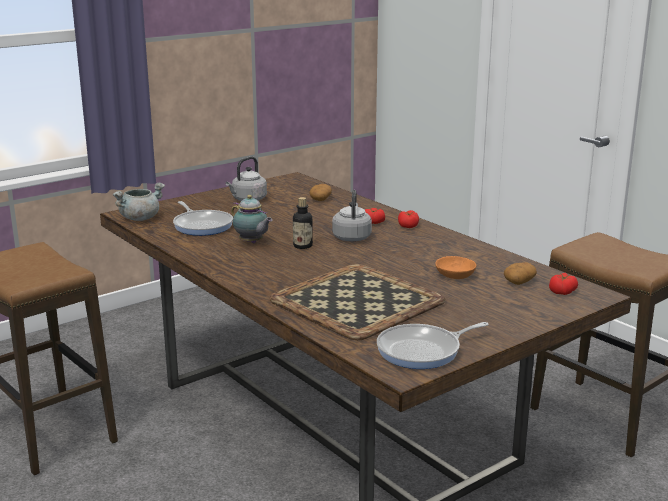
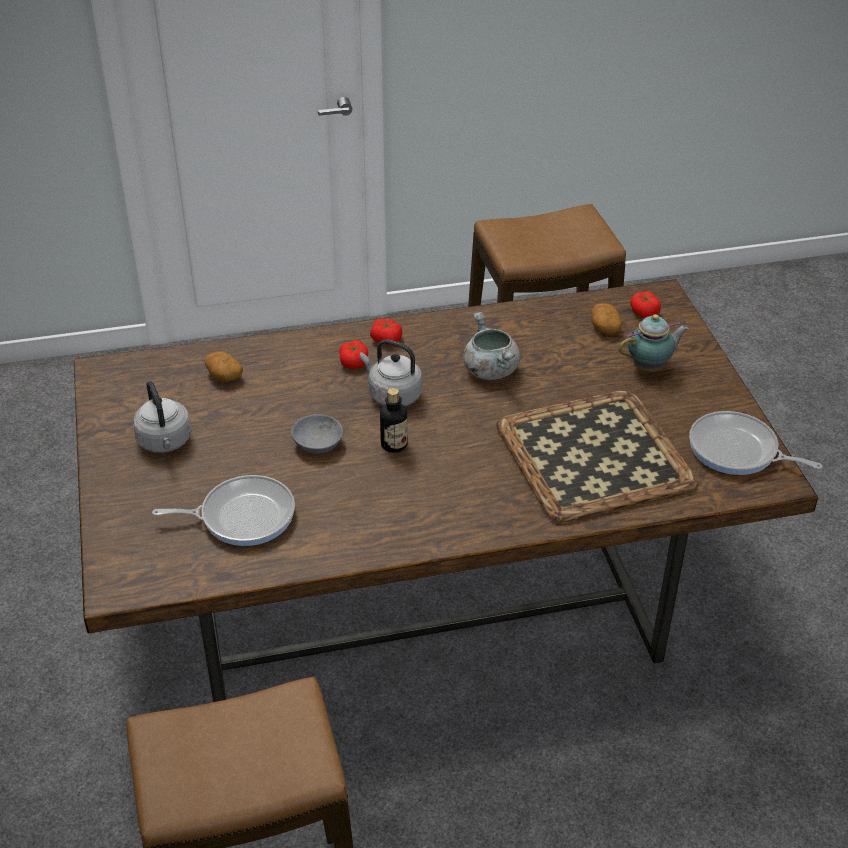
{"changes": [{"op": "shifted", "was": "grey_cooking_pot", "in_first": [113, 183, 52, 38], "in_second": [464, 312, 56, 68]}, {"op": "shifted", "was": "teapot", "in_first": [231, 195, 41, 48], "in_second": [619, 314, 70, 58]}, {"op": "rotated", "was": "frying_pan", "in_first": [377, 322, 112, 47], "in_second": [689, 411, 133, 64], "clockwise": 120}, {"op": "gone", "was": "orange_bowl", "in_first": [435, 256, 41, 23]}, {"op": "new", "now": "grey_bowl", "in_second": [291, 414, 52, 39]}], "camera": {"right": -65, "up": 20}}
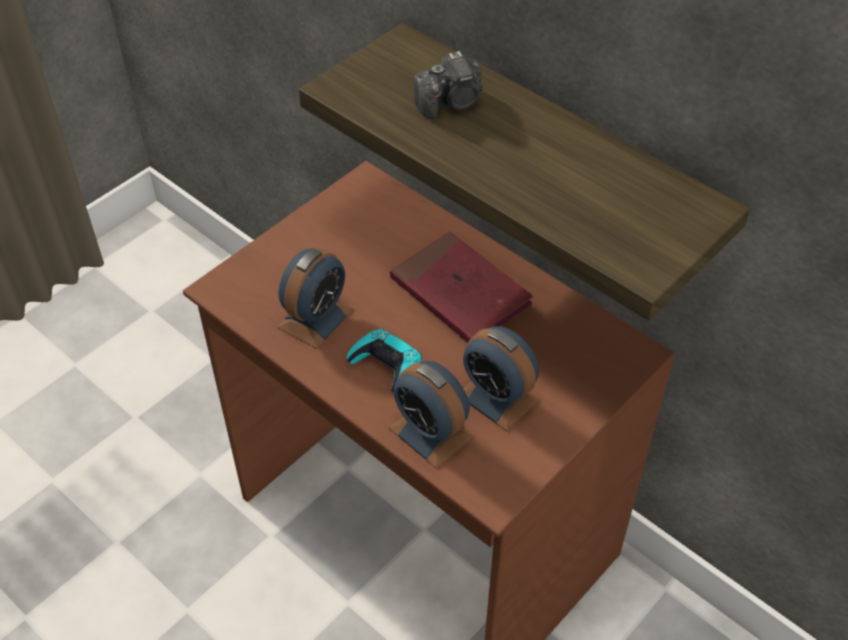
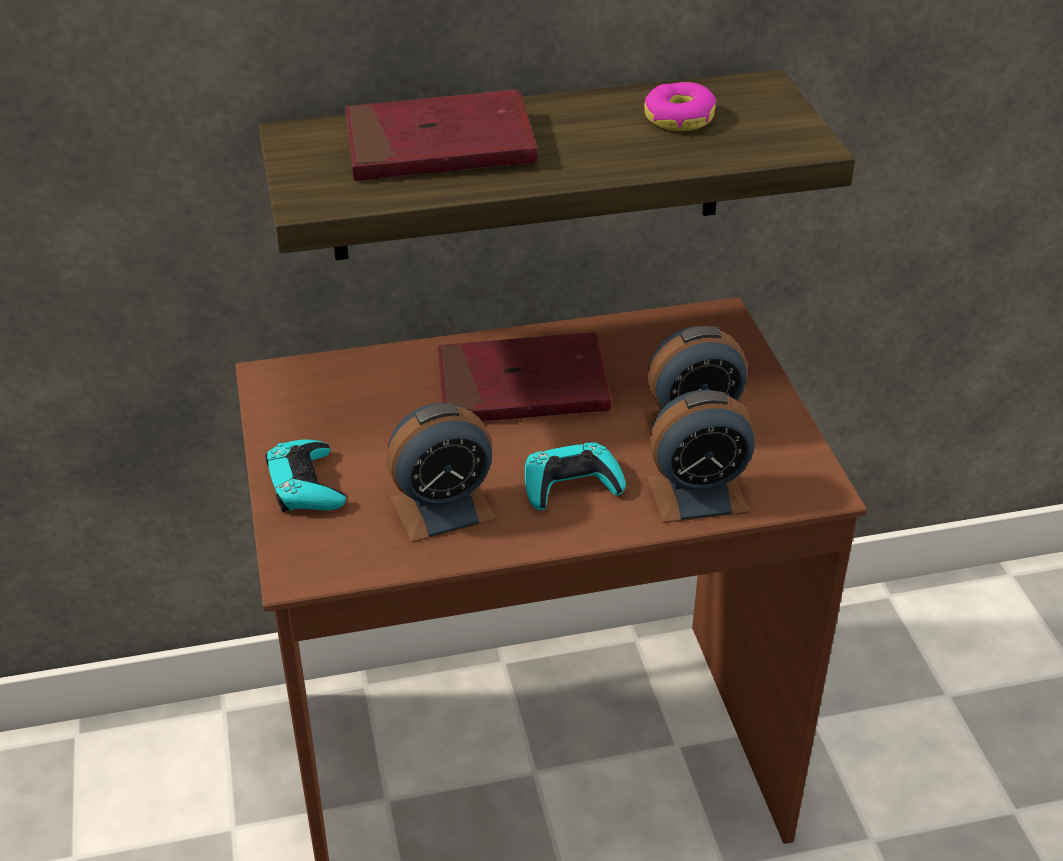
{"changes": [{"op": "rotated", "was": "alarm_clock", "in_first": [277, 248, 77, 101], "in_second": [386, 403, 110, 140], "clockwise": 90}, {"op": "swapped", "was": "photo_camera", "now": "red_book", "in_first": [413, 51, 70, 68], "in_second": [345, 89, 193, 92]}, {"op": "new", "now": "turquoise_game_controller", "in_second": [265, 439, 81, 73]}, {"op": "new", "now": "donut", "in_second": [644, 82, 72, 49]}], "camera": {"right": -55, "up": -10}}
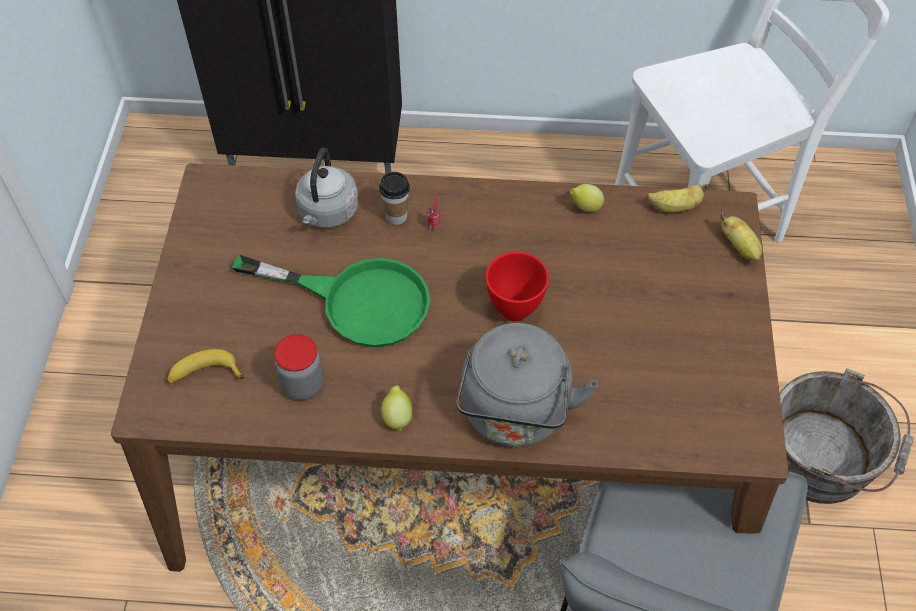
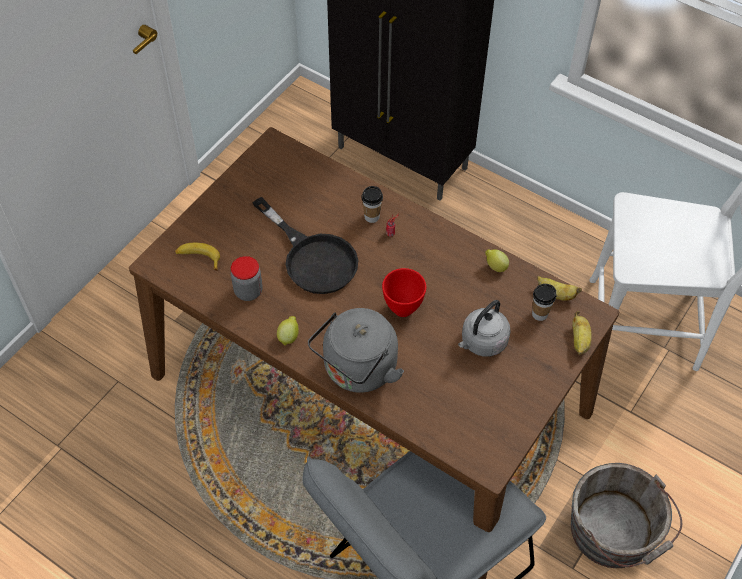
{"changes": [{"op": "repainted", "was": "green_frying_pan", "now": "black_frying_pan", "in_first": [232, 255, 198, 92], "in_second": [253, 197, 105, 97]}, {"op": "shifted", "was": "grey_kettle", "in_first": [295, 148, 64, 80], "in_second": [458, 300, 53, 57]}, {"op": "new", "now": "cup", "in_second": [532, 284, 24, 37]}], "camera": {"right": 30, "up": 0}}
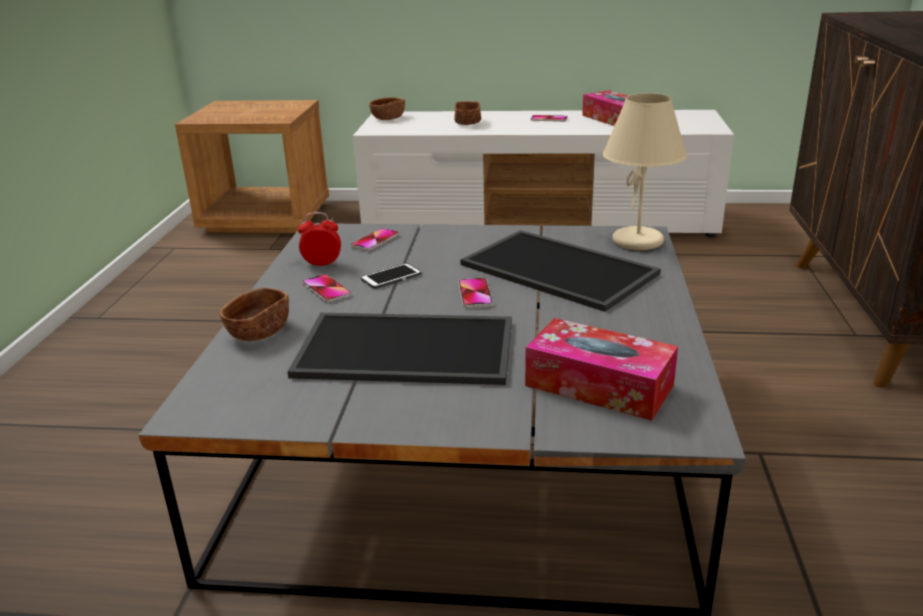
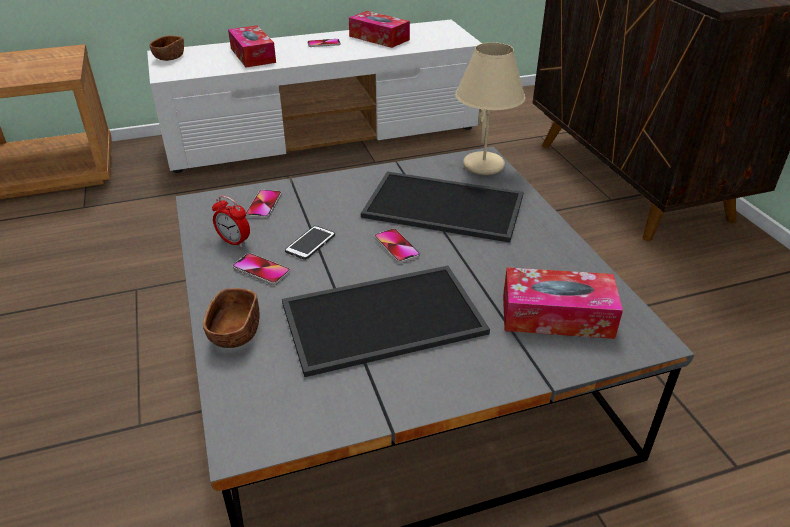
{"changes": [{"op": "rotated", "was": "alarm_clock", "in_first": [298, 212, 43, 55], "in_second": [212, 196, 38, 52], "clockwise": -120}, {"op": "swapped", "was": "brown_bowl", "now": "tissue_box", "in_first": [454, 101, 27, 24], "in_second": [228, 25, 48, 43]}], "camera": {"right": -25, "up": 10}}
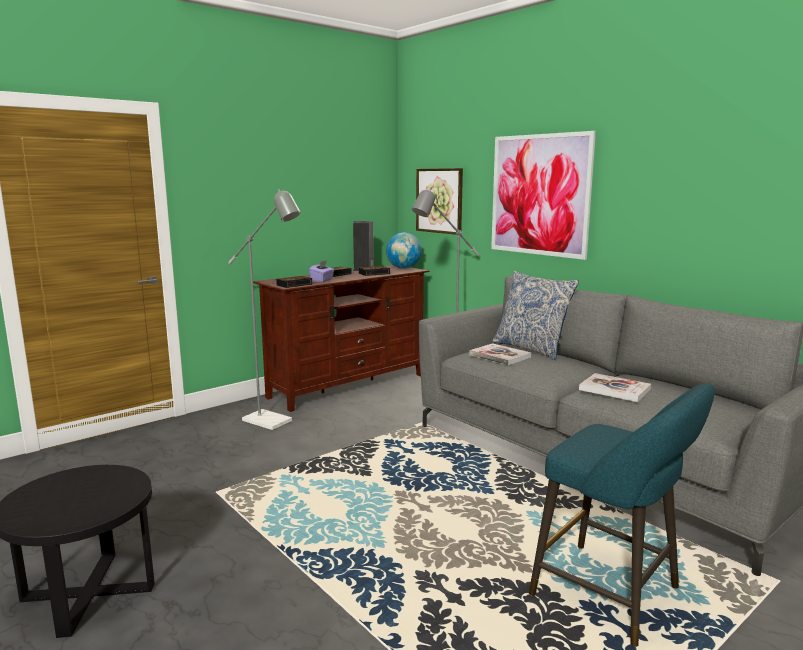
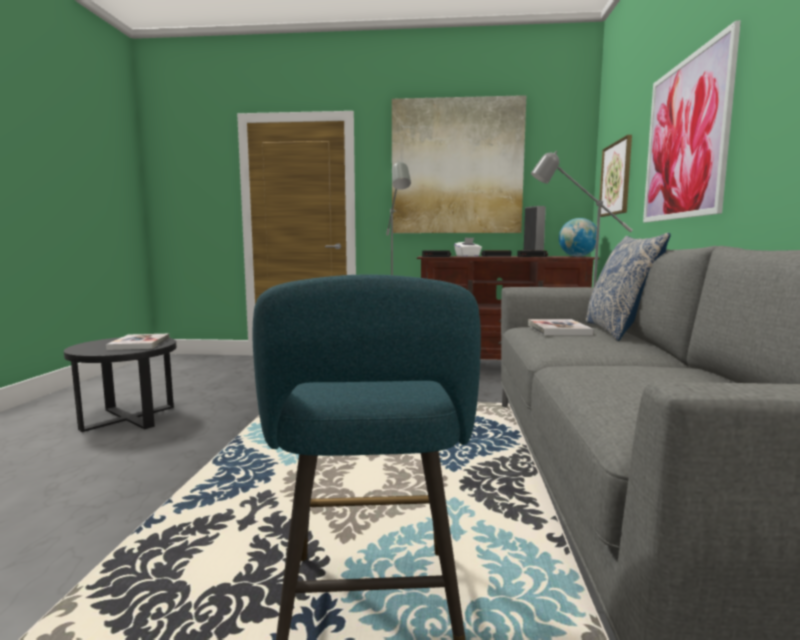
{"changes": [{"op": "repainted", "was": "purple_tissue_box", "now": "white_tissue_box", "in_first": [309, 260, 26, 22], "in_second": [454, 237, 28, 20]}, {"op": "shifted", "was": "book", "in_first": [579, 373, 72, 29], "in_second": [106, 334, 64, 16]}, {"op": "new", "now": "picture", "in_second": [392, 95, 134, 138]}], "camera": {"right": 45, "up": -5}}
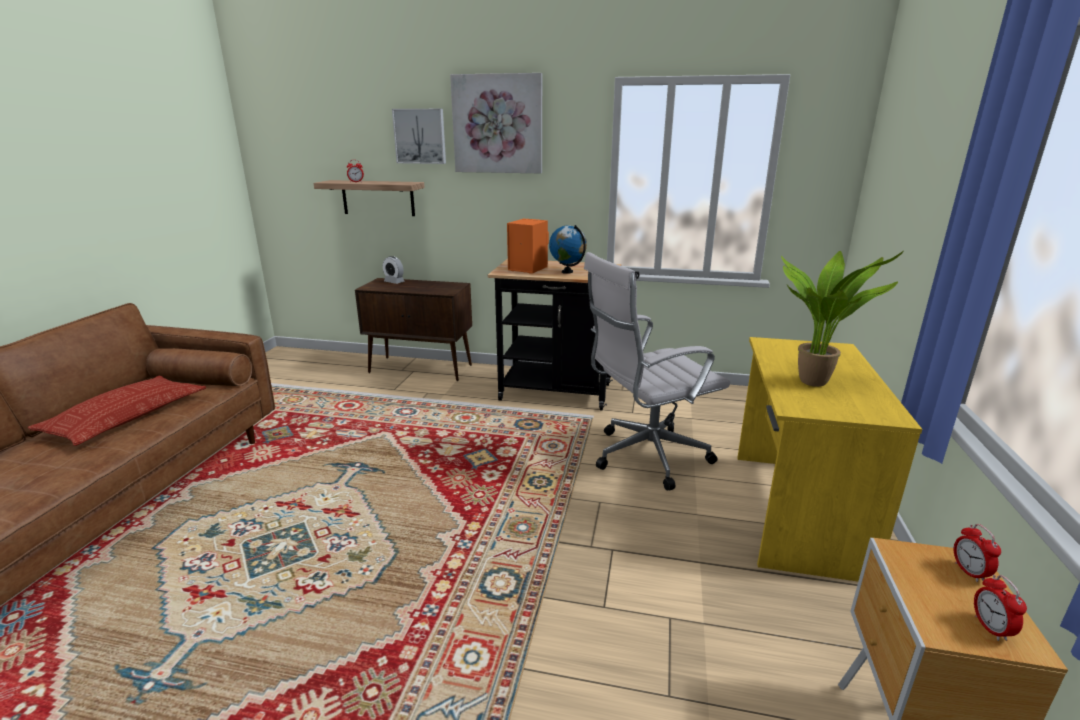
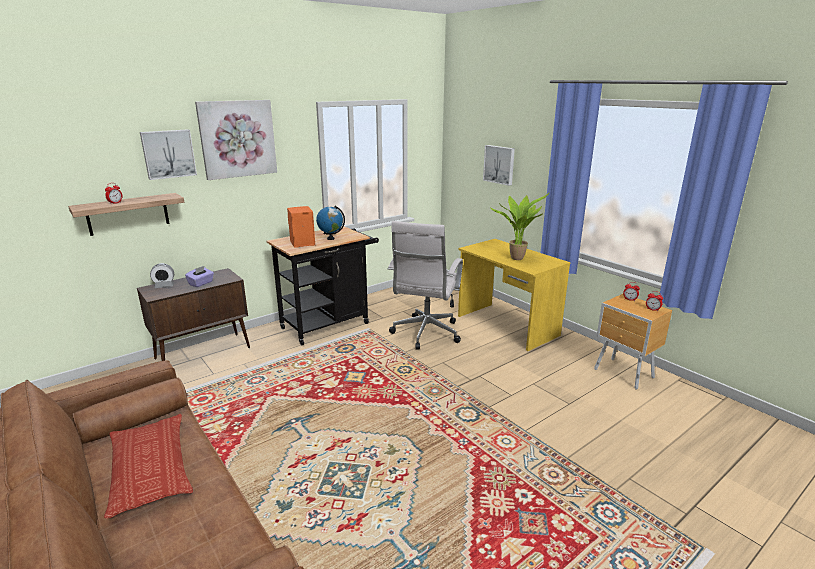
{"changes": [{"op": "new", "now": "purple_tissue_box", "in_second": [185, 266, 29, 21]}, {"op": "new", "now": "picture", "in_second": [483, 145, 32, 41]}], "camera": {"right": -50, "up": 0}}
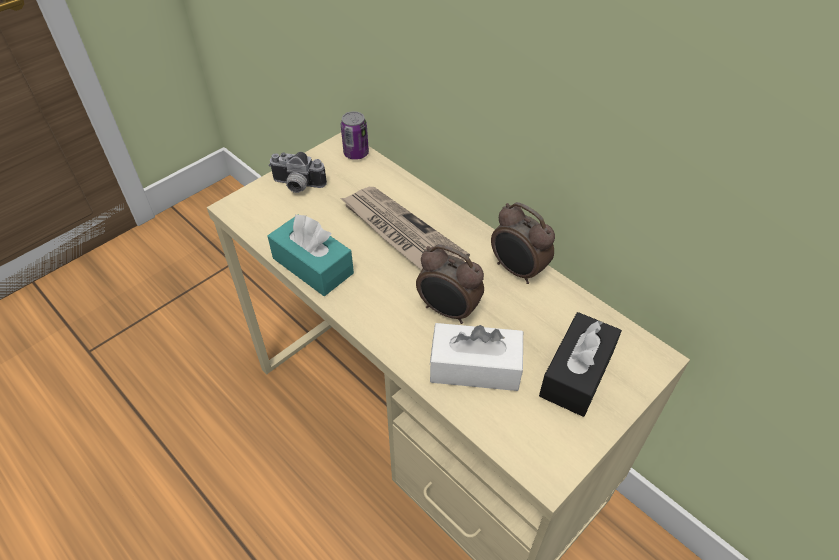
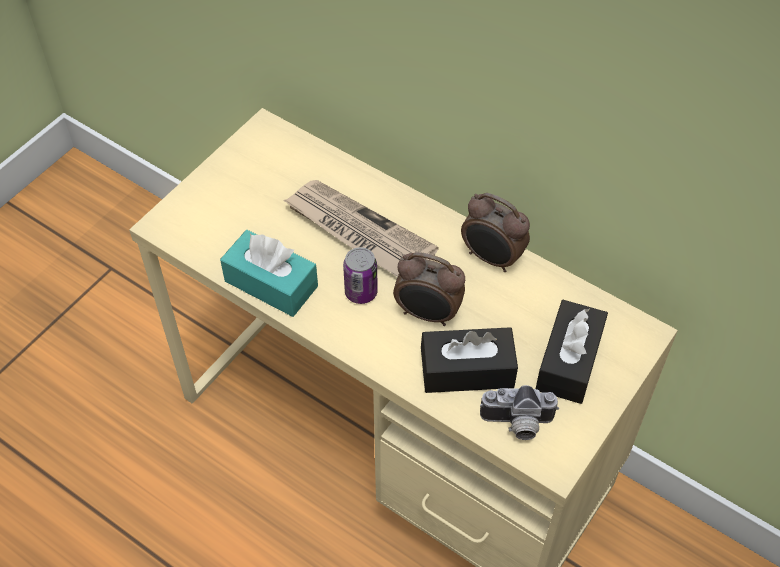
{"changes": [{"op": "shifted", "was": "photo_camera", "in_first": [269, 152, 58, 41], "in_second": [480, 385, 79, 55]}, {"op": "shifted", "was": "can", "in_first": [341, 111, 28, 49], "in_second": [343, 247, 35, 57]}, {"op": "repainted", "was": "white_tissue_box", "now": "black_tissue_box", "in_first": [429, 323, 94, 68], "in_second": [421, 327, 97, 66]}], "camera": {"right": -10, "up": 5}}
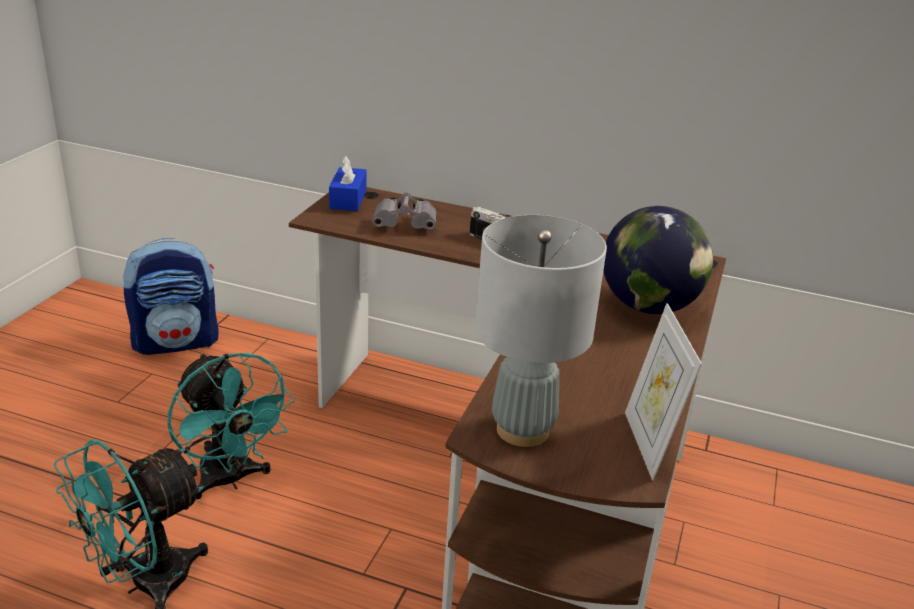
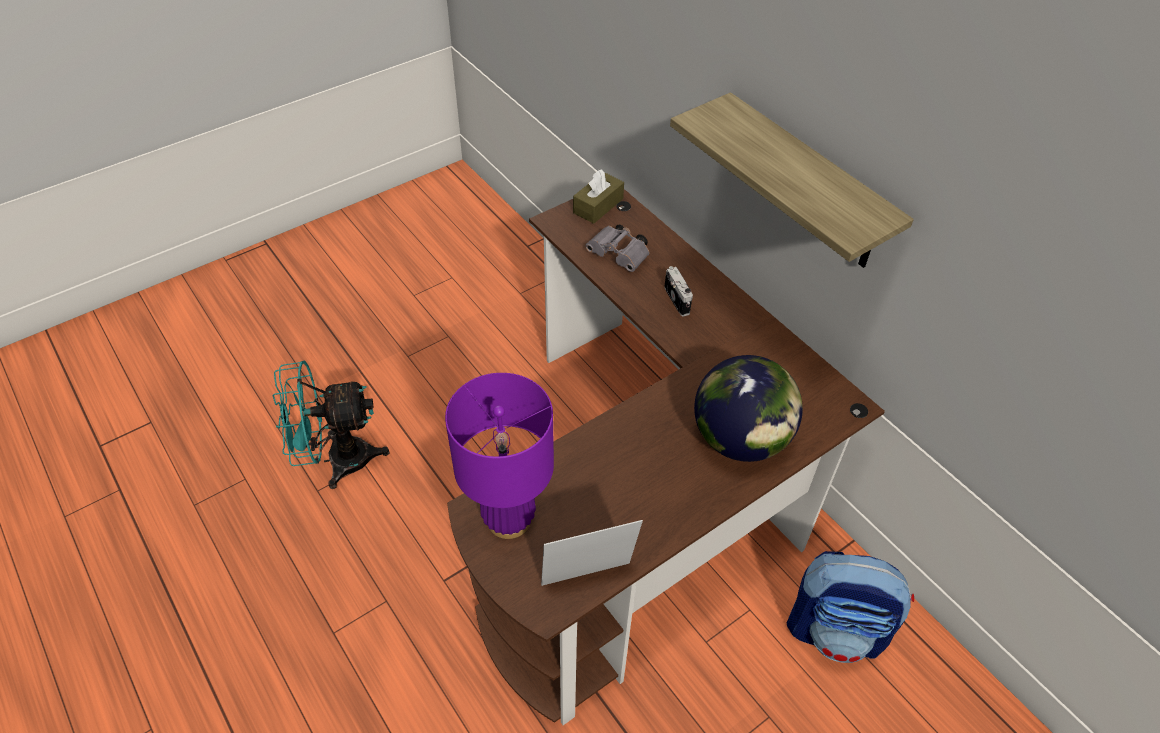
{"changes": [{"op": "shifted", "was": "backpack", "in_first": [123, 238, 95, 117], "in_second": [787, 551, 127, 112]}, {"op": "gone", "was": "turquoise_fan", "in_first": [168, 353, 127, 146]}, {"op": "repainted", "was": "blue_tissue_box", "now": "brown_tissue_box", "in_first": [329, 156, 38, 55], "in_second": [573, 169, 51, 55]}, {"op": "repainted", "was": "grey_table_lamp", "now": "purple_table_lamp", "in_first": [475, 215, 132, 232], "in_second": [445, 373, 109, 166]}, {"op": "rotated", "was": "picture_frame", "in_first": [625, 303, 77, 177], "in_second": [541, 520, 102, 66], "clockwise": 45}, {"op": "new", "now": "shelf", "in_second": [670, 92, 244, 176]}], "camera": {"right": 35, "up": 20}}
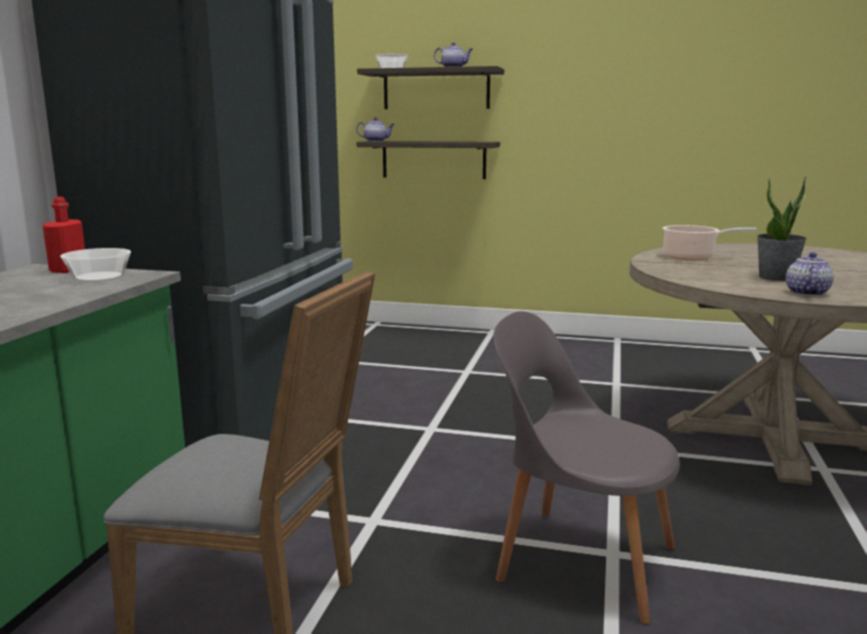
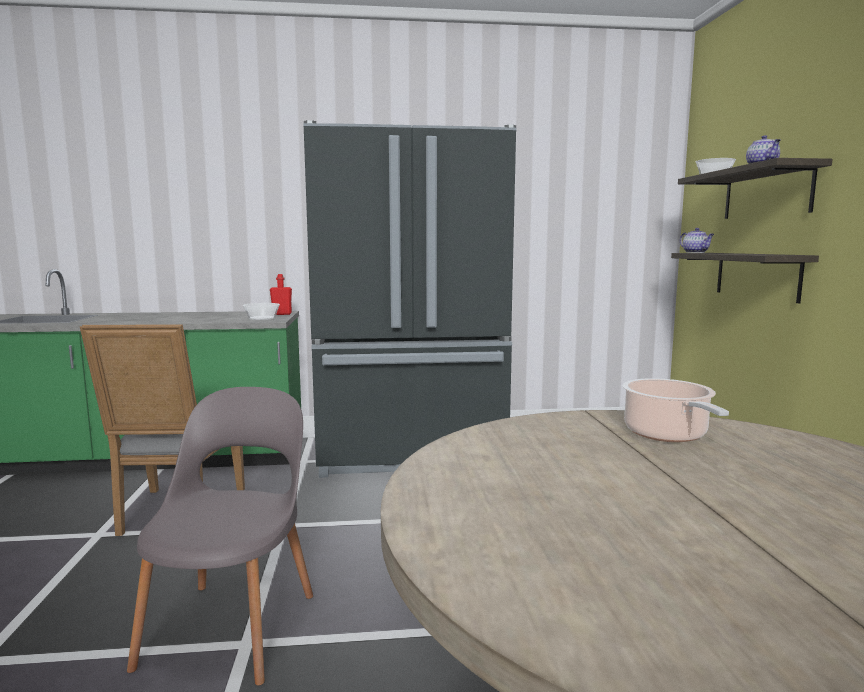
{"changes": [{"op": "gone", "was": "potted_plant", "in_first": [757, 176, 50, 105]}, {"op": "gone", "was": "teapot", "in_first": [786, 252, 48, 44]}], "camera": {"right": 70, "up": -5}}
